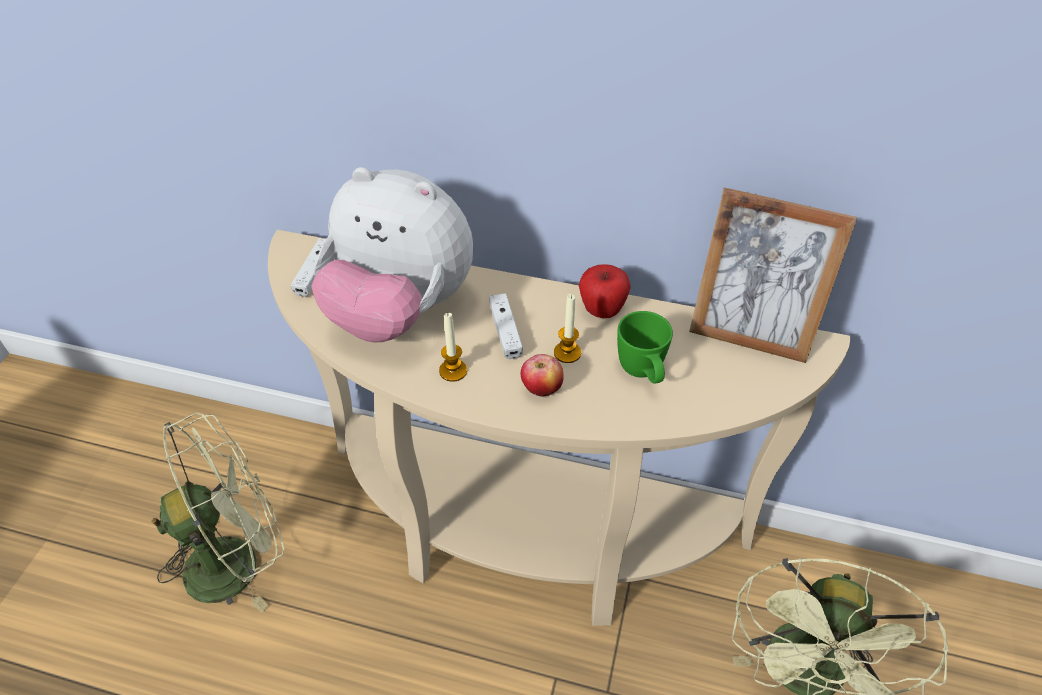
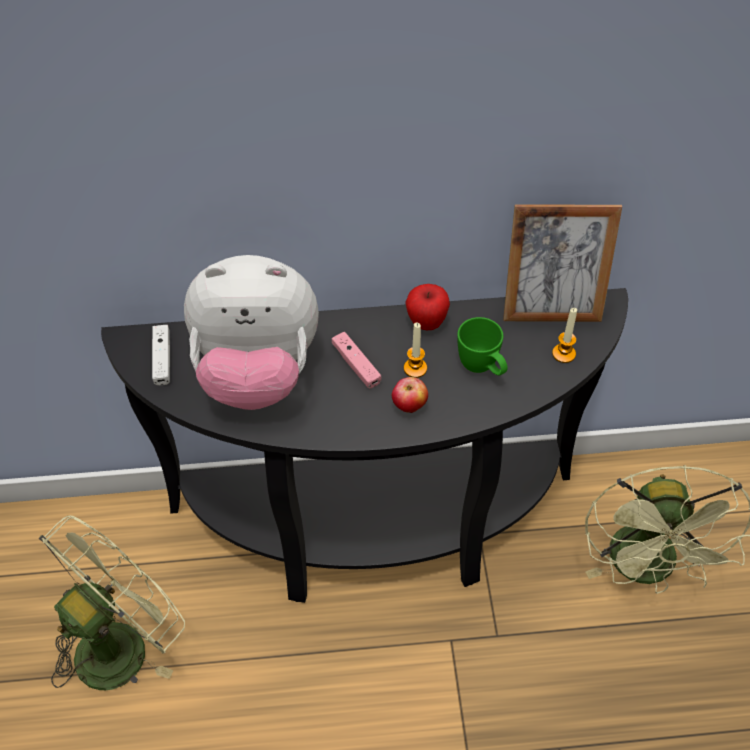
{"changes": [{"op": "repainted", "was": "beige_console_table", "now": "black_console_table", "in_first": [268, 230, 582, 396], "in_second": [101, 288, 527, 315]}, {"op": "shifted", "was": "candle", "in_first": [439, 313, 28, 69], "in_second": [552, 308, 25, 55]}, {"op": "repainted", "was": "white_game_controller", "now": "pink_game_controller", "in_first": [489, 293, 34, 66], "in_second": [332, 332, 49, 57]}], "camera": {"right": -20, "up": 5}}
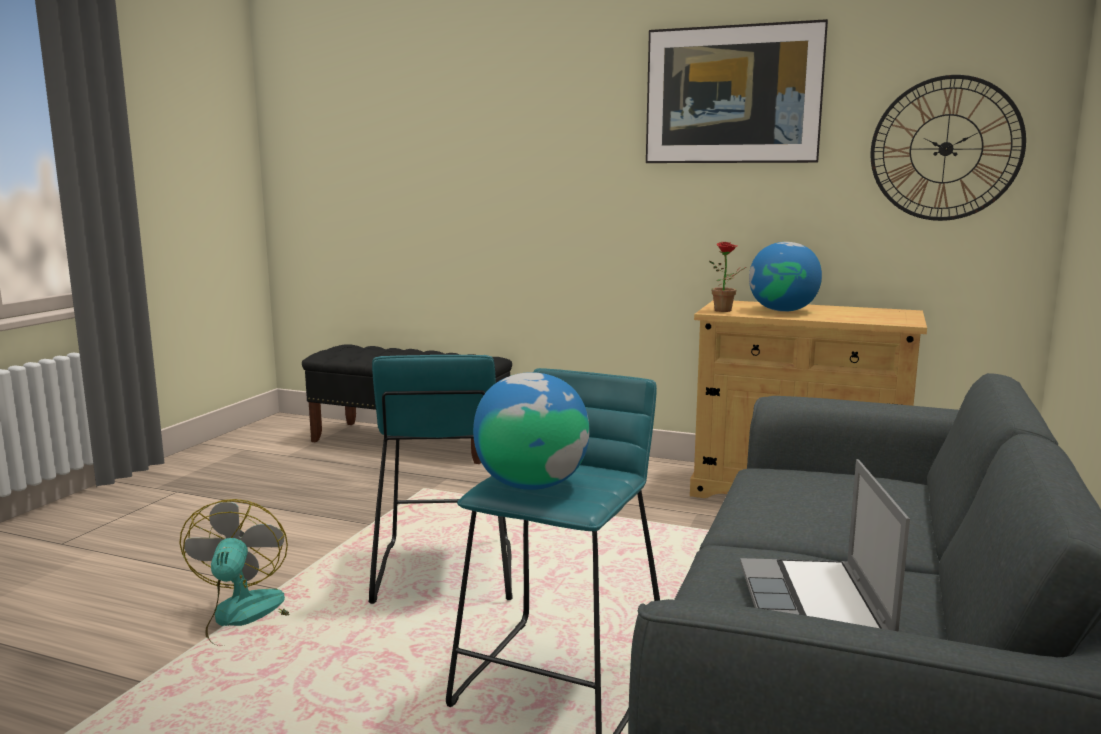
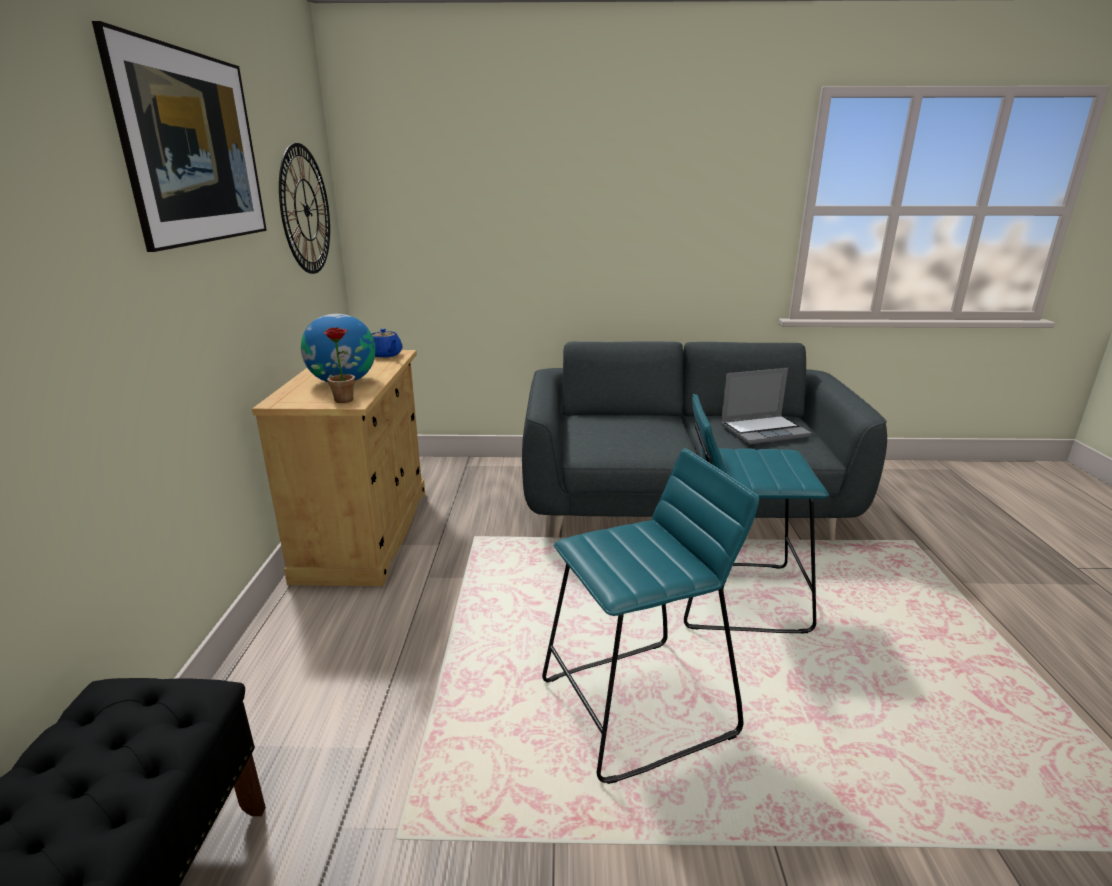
{"changes": [{"op": "gone", "was": "fan", "in_first": [179, 499, 111, 147]}, {"op": "gone", "was": "globe", "in_first": [473, 372, 117, 118]}, {"op": "new", "now": "blue_teapot", "in_second": [372, 328, 31, 30]}], "camera": {"right": -110, "up": 10}}
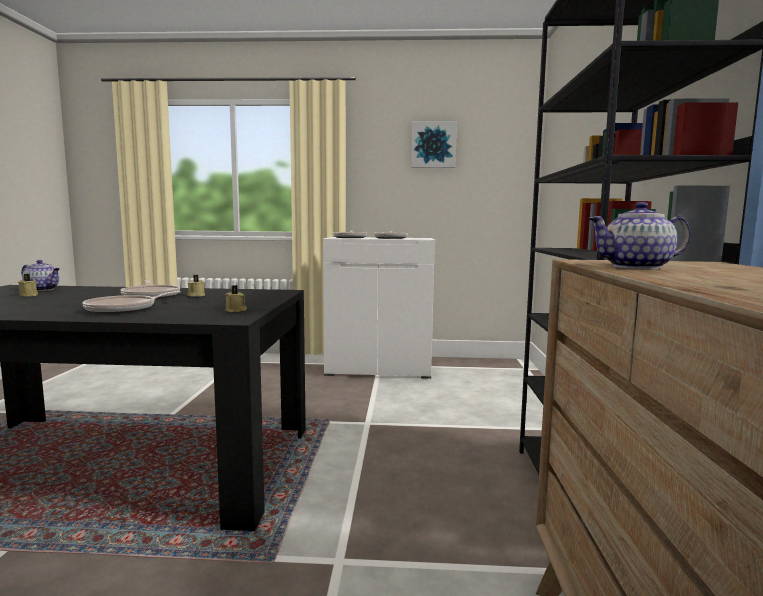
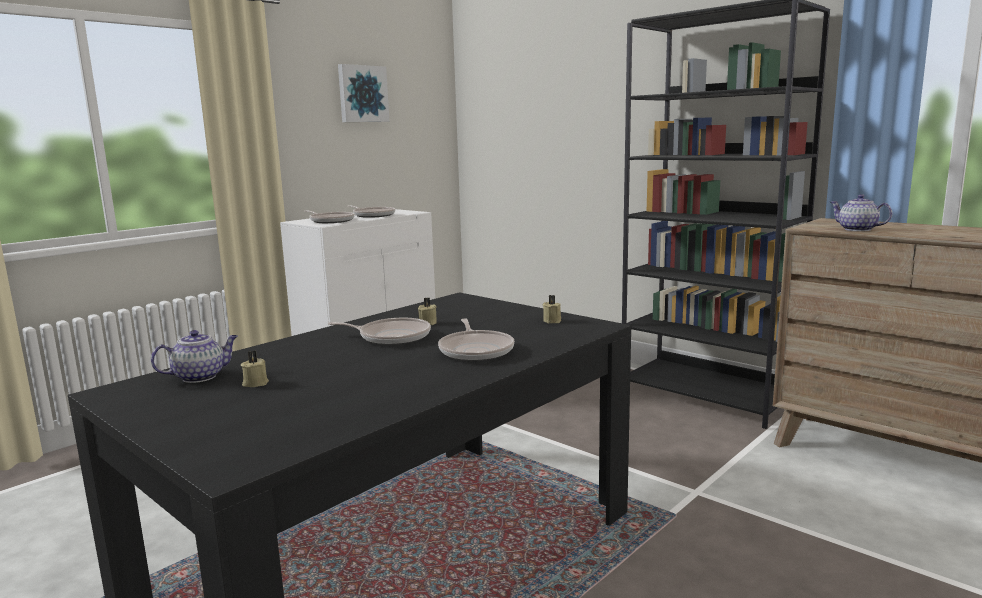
{"changes": [{"op": "rotated", "was": "teapot", "in_first": [588, 202, 103, 67], "in_second": [830, 194, 62, 37], "clockwise": 105}], "camera": {"right": -50, "up": 5}}
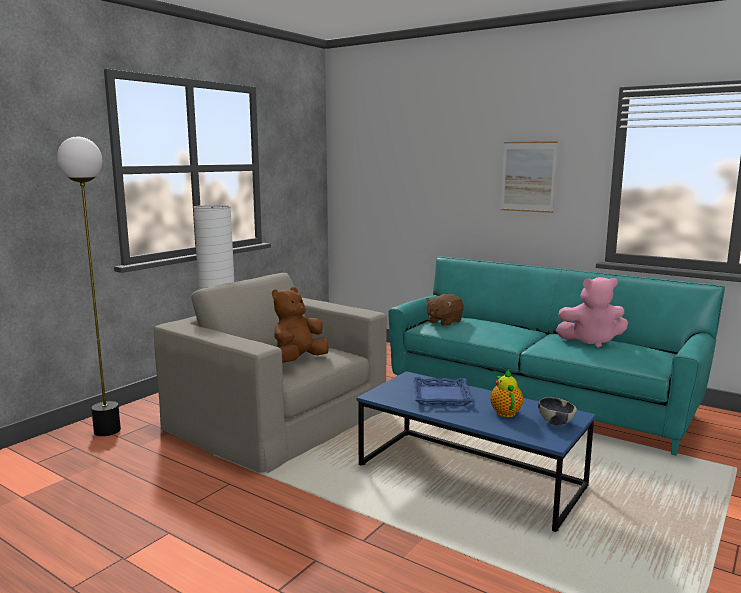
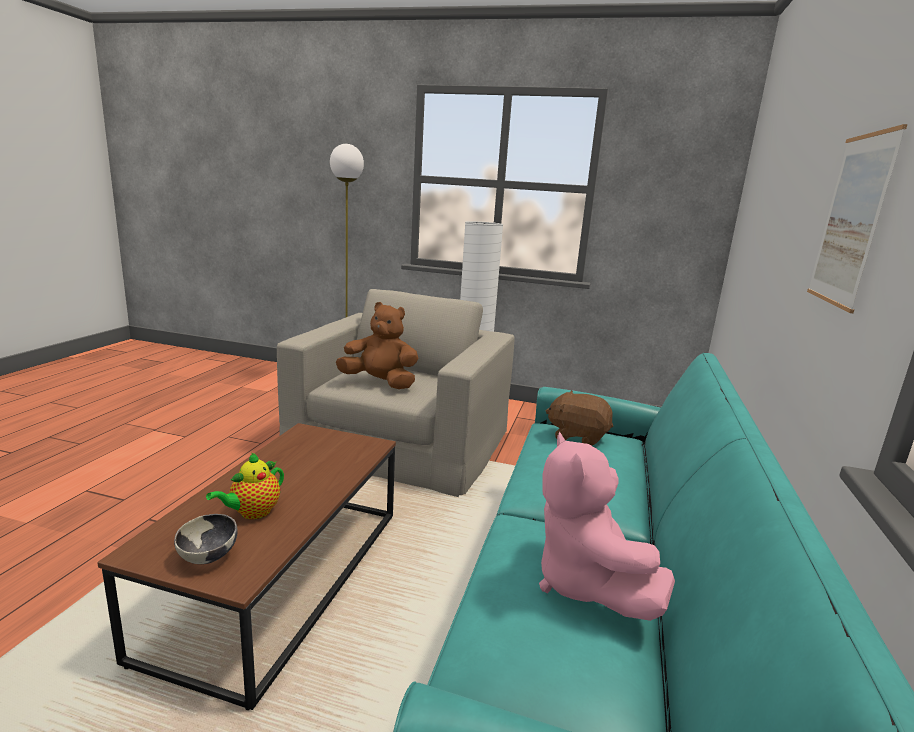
{"changes": [{"op": "repainted", "was": "blue_coffee_table", "now": "brown_coffee_table", "in_first": [357, 371, 239, 161], "in_second": [97, 423, 299, 287]}, {"op": "gone", "was": "blue_tray", "in_first": [413, 377, 60, 29]}, {"op": "rotated", "was": "teapot", "in_first": [490, 370, 33, 47], "in_second": [206, 452, 78, 67], "clockwise": 150}], "camera": {"right": 70, "up": 5}}
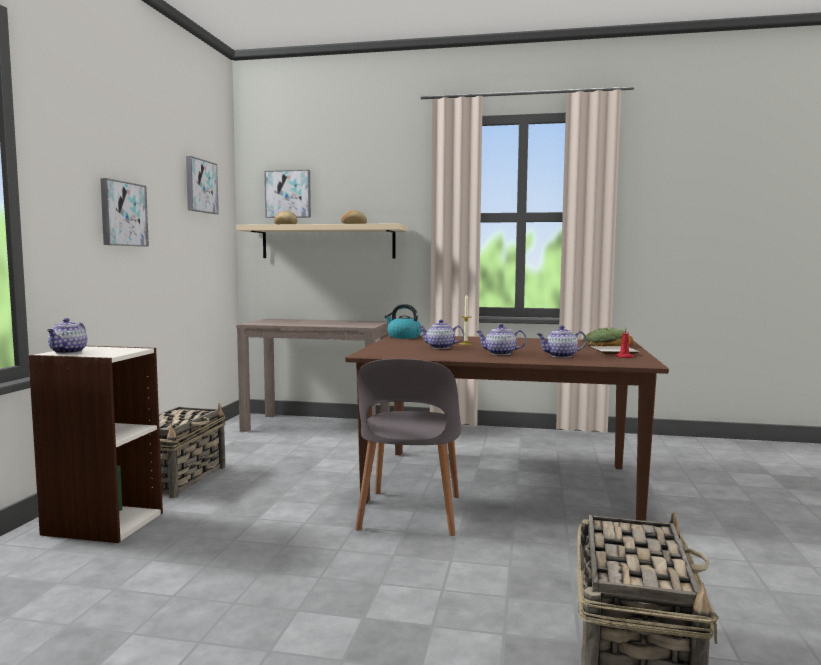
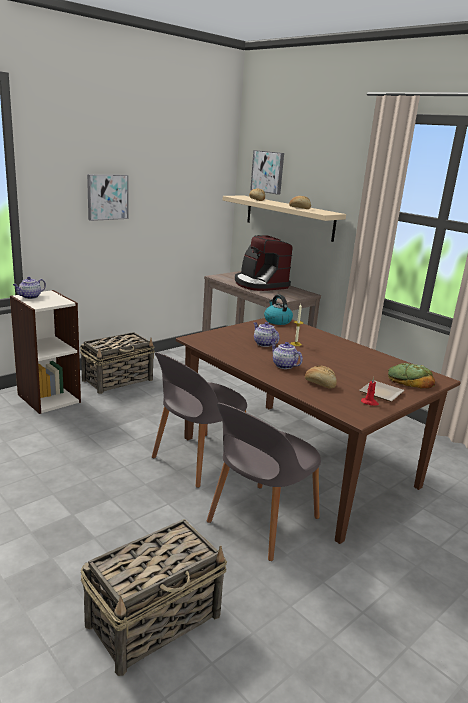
{"changes": [{"op": "gone", "was": "picture", "in_first": [186, 156, 33, 58]}, {"op": "swapped", "was": "teapot", "now": "bread", "in_first": [537, 326, 50, 32], "in_second": [305, 365, 32, 24]}, {"op": "new", "now": "grey_chair", "in_second": [207, 403, 114, 158]}, {"op": "new", "now": "coffee_machine", "in_second": [235, 235, 58, 56]}], "camera": {"right": 35, "up": 15}}
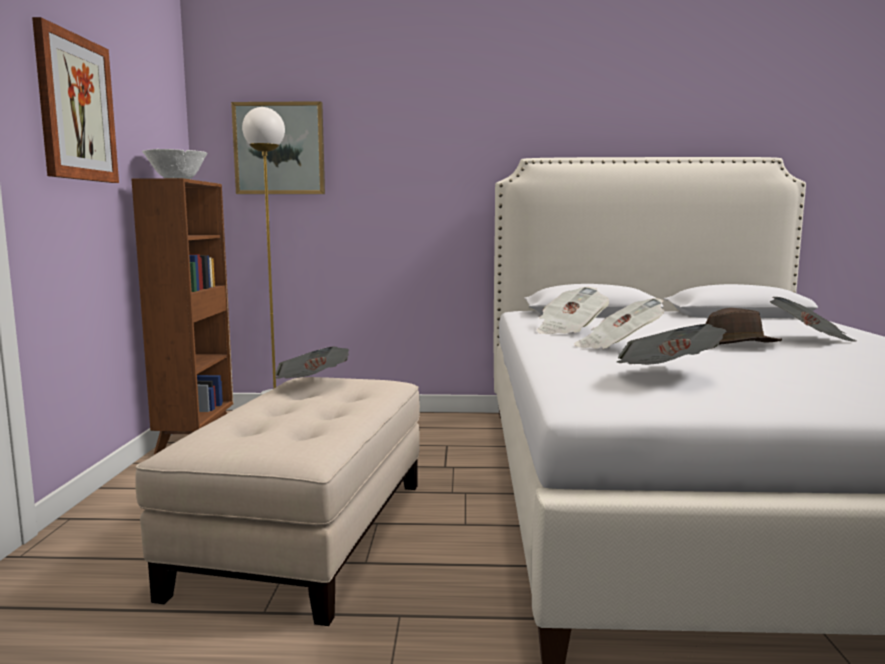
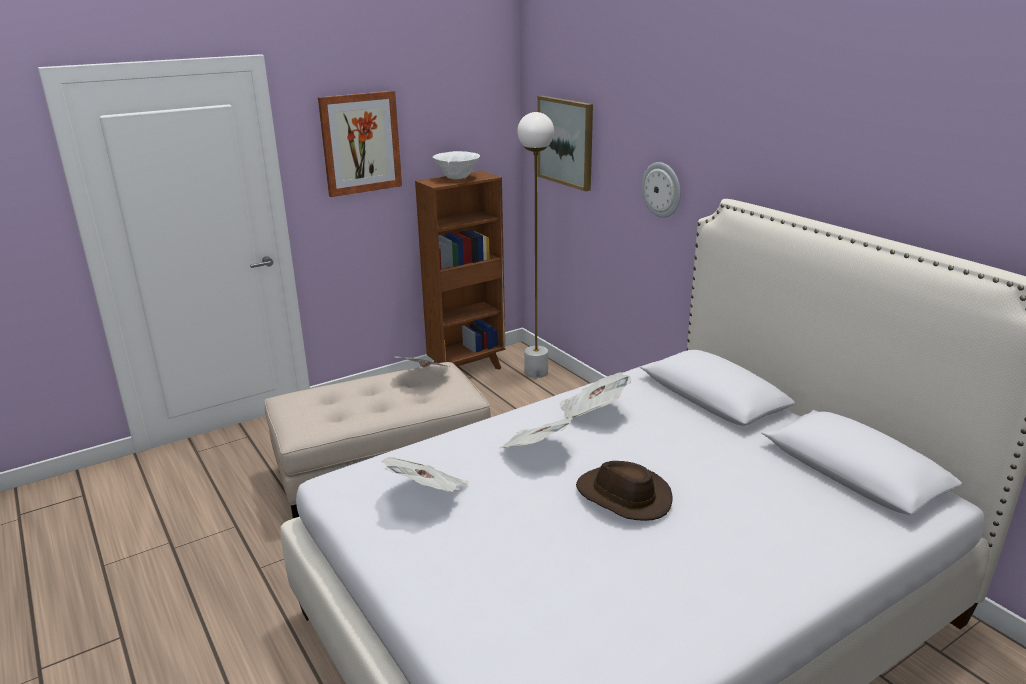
{"changes": [{"op": "gone", "was": "newspaper", "in_first": [770, 297, 86, 45]}, {"op": "new", "now": "wall_clock", "in_second": [642, 162, 39, 56]}], "camera": {"right": 55, "up": 15}}
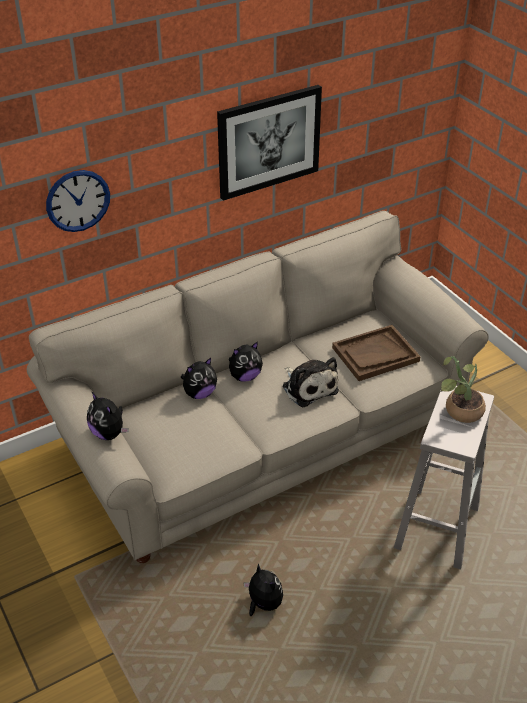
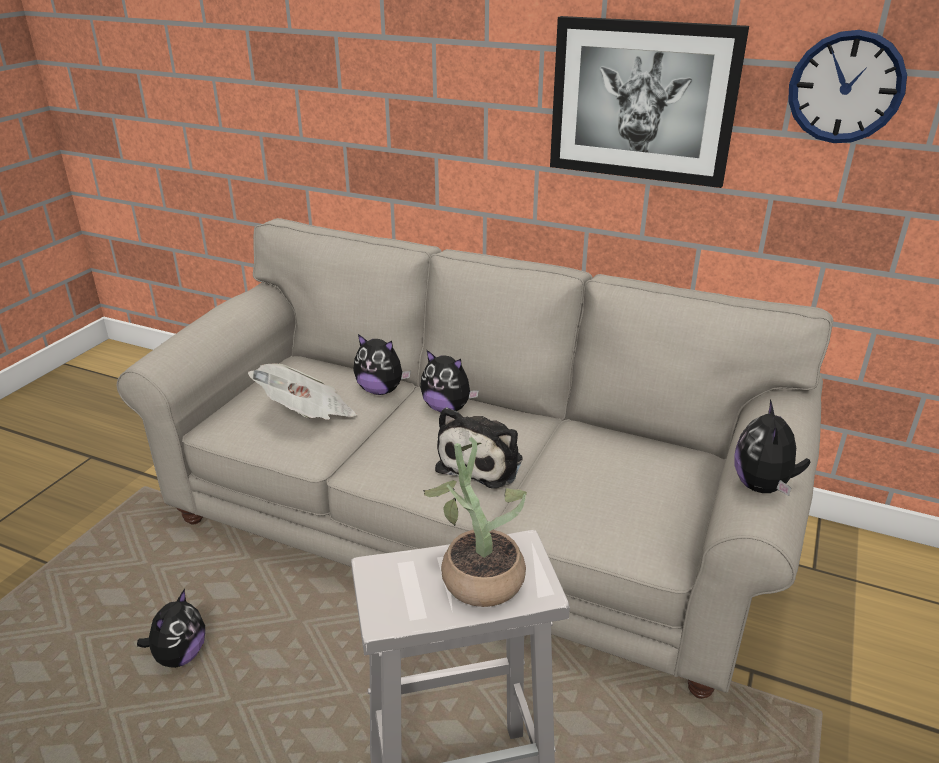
{"changes": [{"op": "shifted", "was": "wall_clock", "in_first": [46, 170, 64, 62], "in_second": [788, 30, 119, 113]}, {"op": "shifted", "was": "plush_toy", "in_first": [87, 391, 42, 49], "in_second": [734, 400, 76, 96]}, {"op": "gone", "was": "brown_tray", "in_first": [332, 325, 89, 56]}, {"op": "new", "now": "newspaper", "in_second": [248, 363, 109, 57]}], "camera": {"right": 55, "up": -10}}
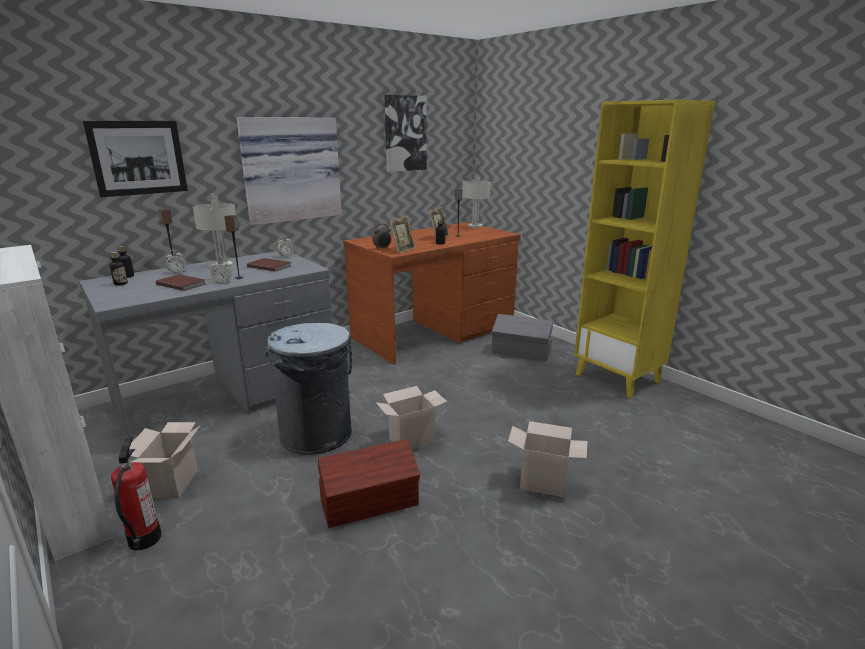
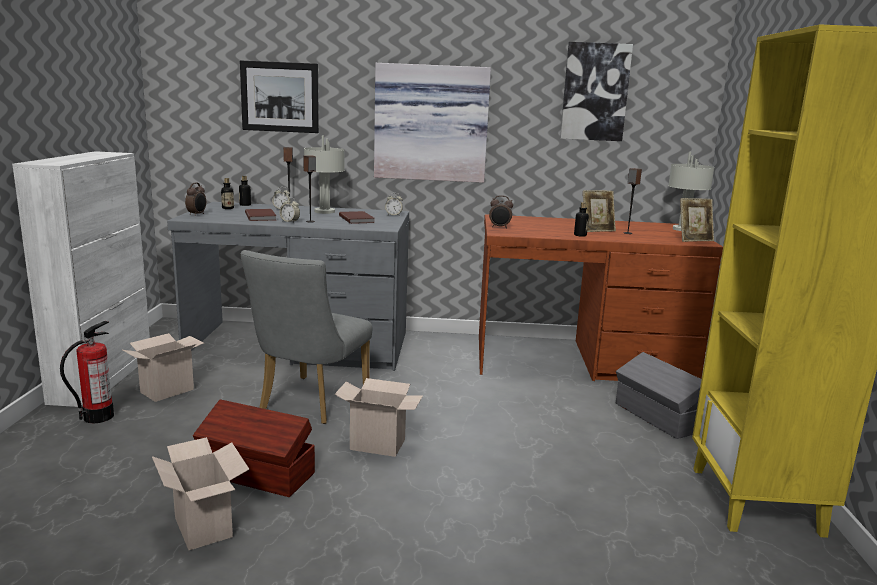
{"changes": [{"op": "swapped", "was": "grey_trash_can", "now": "grey_chair", "in_first": [265, 323, 87, 132], "in_second": [241, 250, 132, 174]}, {"op": "shifted", "was": "picture_frame", "in_first": [389, 216, 26, 37], "in_second": [680, 198, 34, 44]}, {"op": "shifted", "was": "cardboard_box", "in_first": [508, 421, 80, 76], "in_second": [152, 437, 97, 113]}, {"op": "new", "now": "alarm_clock", "in_second": [185, 183, 21, 33]}], "camera": {"right": 40, "up": -5}}
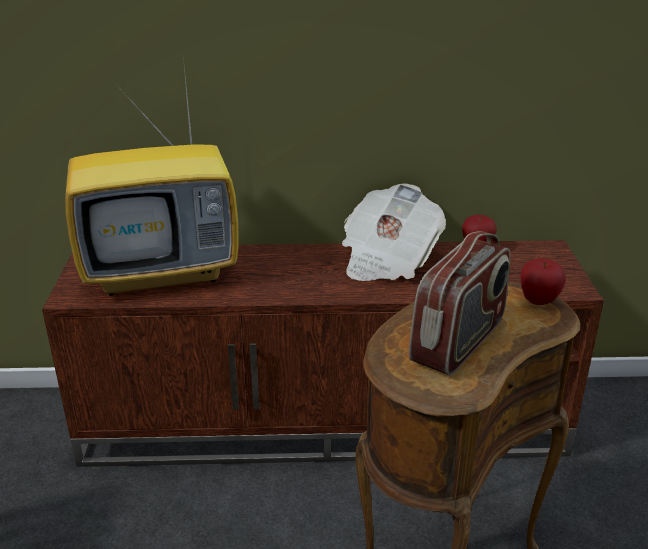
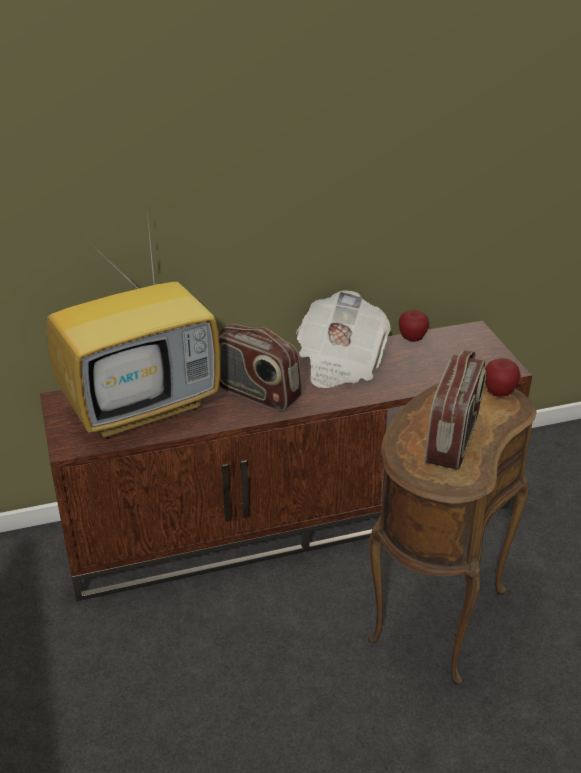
{"changes": [{"op": "new", "now": "radio", "in_second": [219, 324, 83, 87]}], "camera": {"right": -15, "up": 5}}
